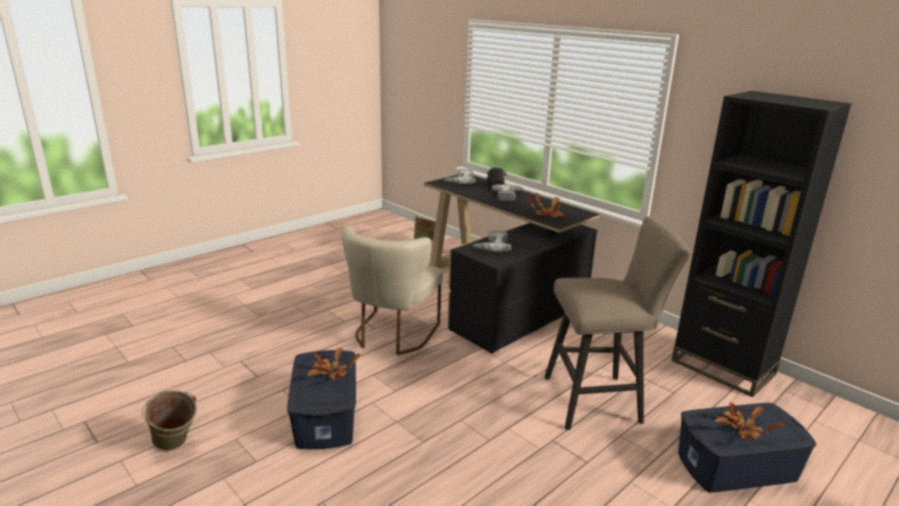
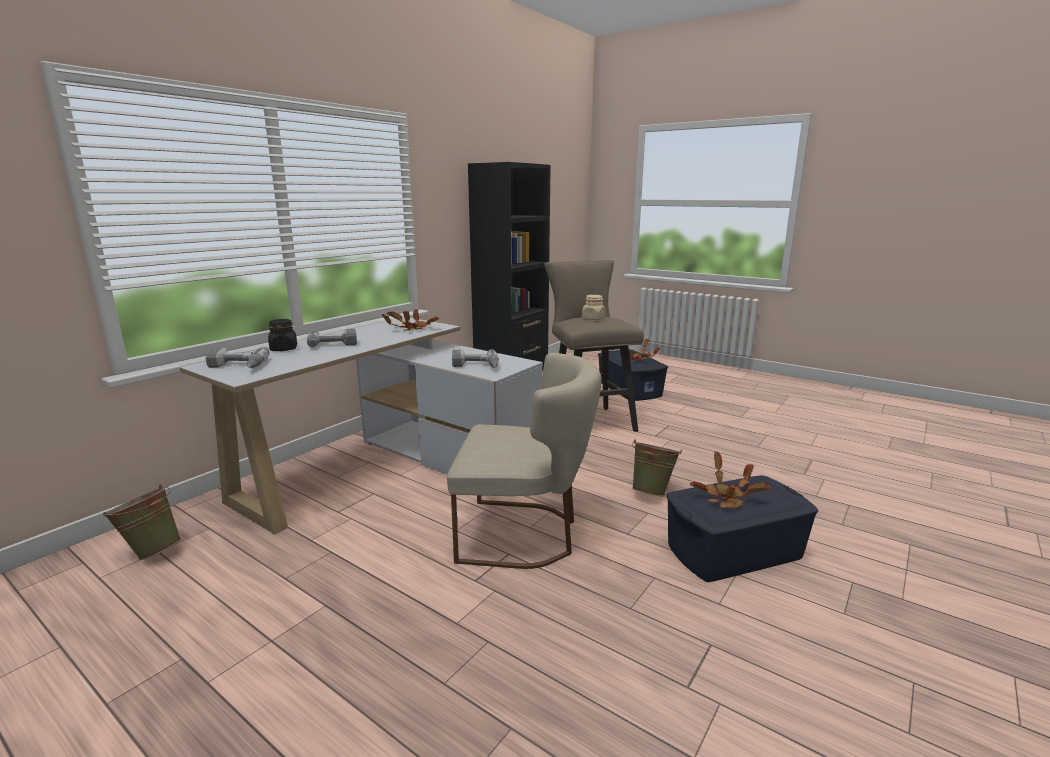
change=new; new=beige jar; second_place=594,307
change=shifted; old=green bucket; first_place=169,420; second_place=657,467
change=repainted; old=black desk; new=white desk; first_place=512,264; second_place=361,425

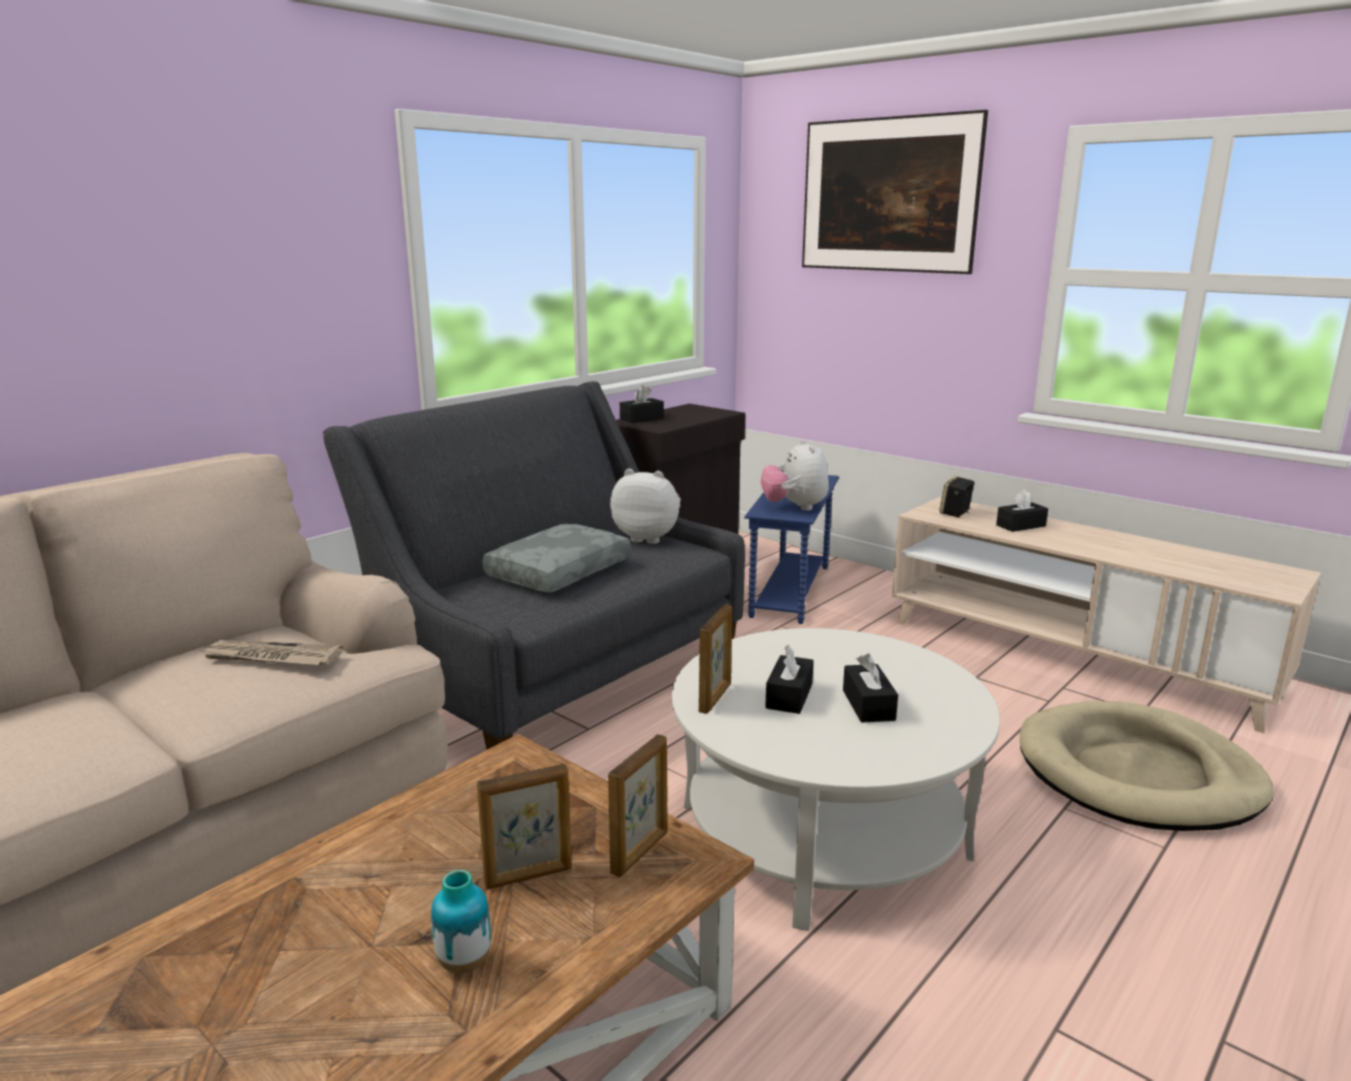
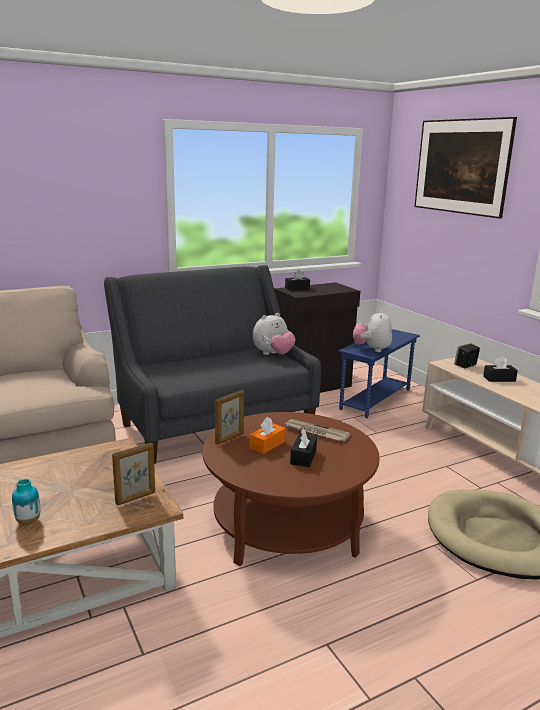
change=gone; old=picture frame; first_place=524,827
change=gone; old=grey pillow; first_place=556,558
change=shifted; old=newspaper; first_place=271,652; second_place=317,430
change=repainted; old=white coffee table; new=brown coffee table; first_place=836,779; second_place=291,489
change=repainted; old=black tissue box; new=orange tissue box; first_place=789,679; second_place=267,435
change=rotated; old=plush toy; first_place=645,506; second_place=274,334; degrees=105

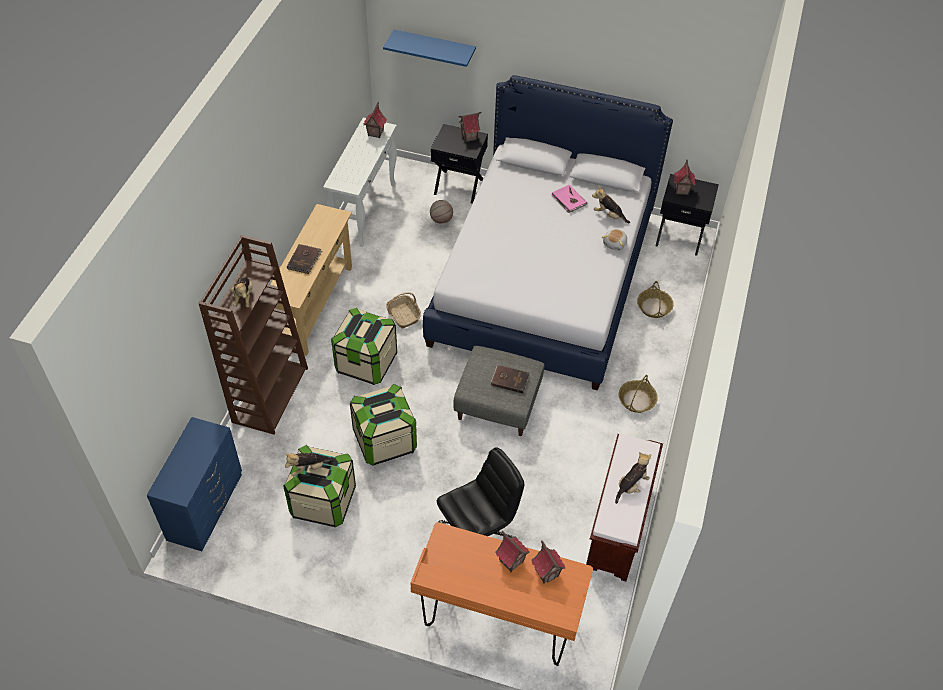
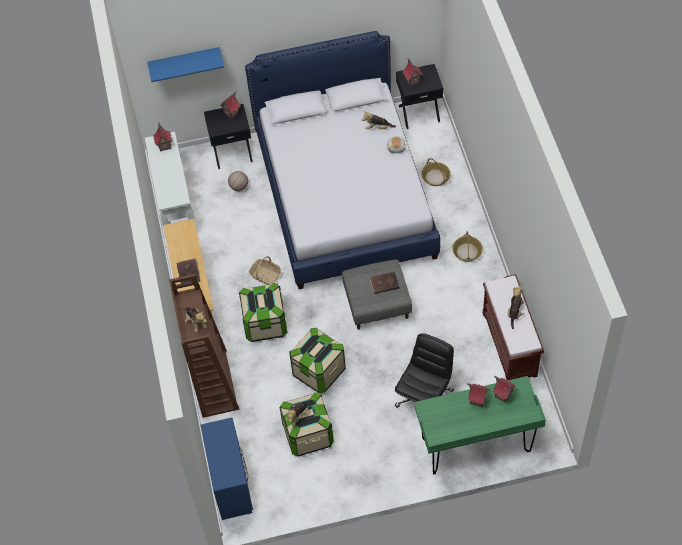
change=gone; old=pink book; first_place=569,199
change=repainted; old=orange desk; new=green desk; first_place=502,594; second_place=480,425

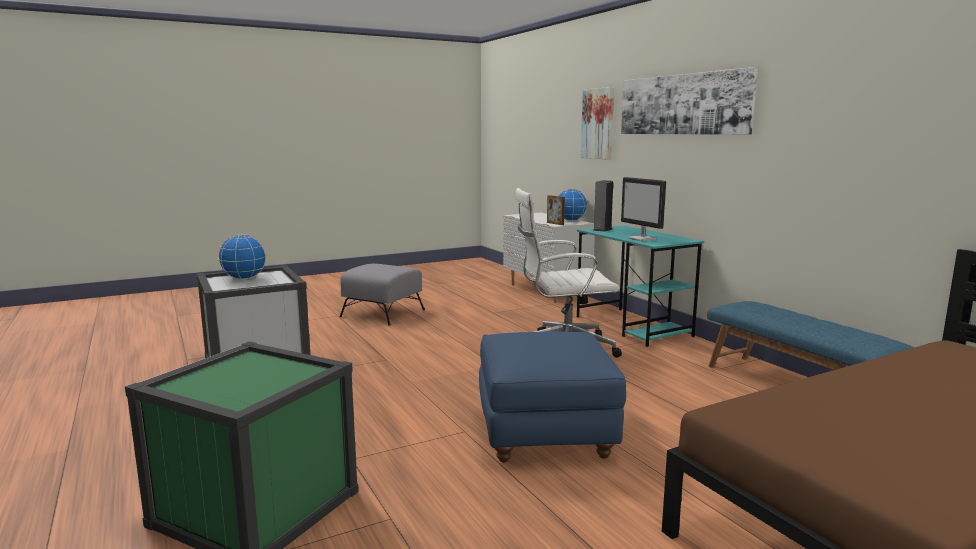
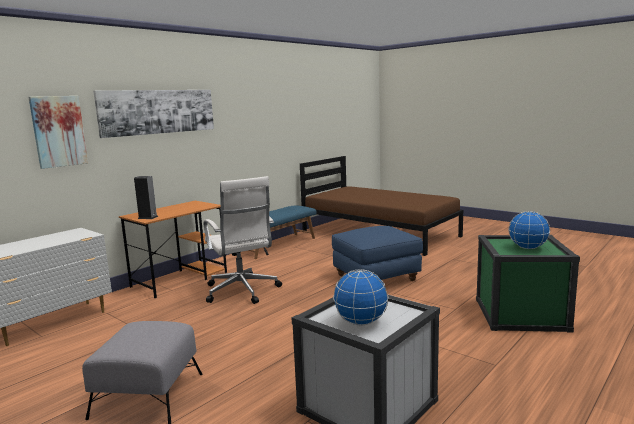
change=gone; old=picture frame; first_place=556,210
change=gone; old=monitor; first_place=643,209
change=shifted; old=globe; first_place=573,205; second_place=529,230
change=repainted; old=turquoise desk; new=orange desk; first_place=640,286; second_place=173,249

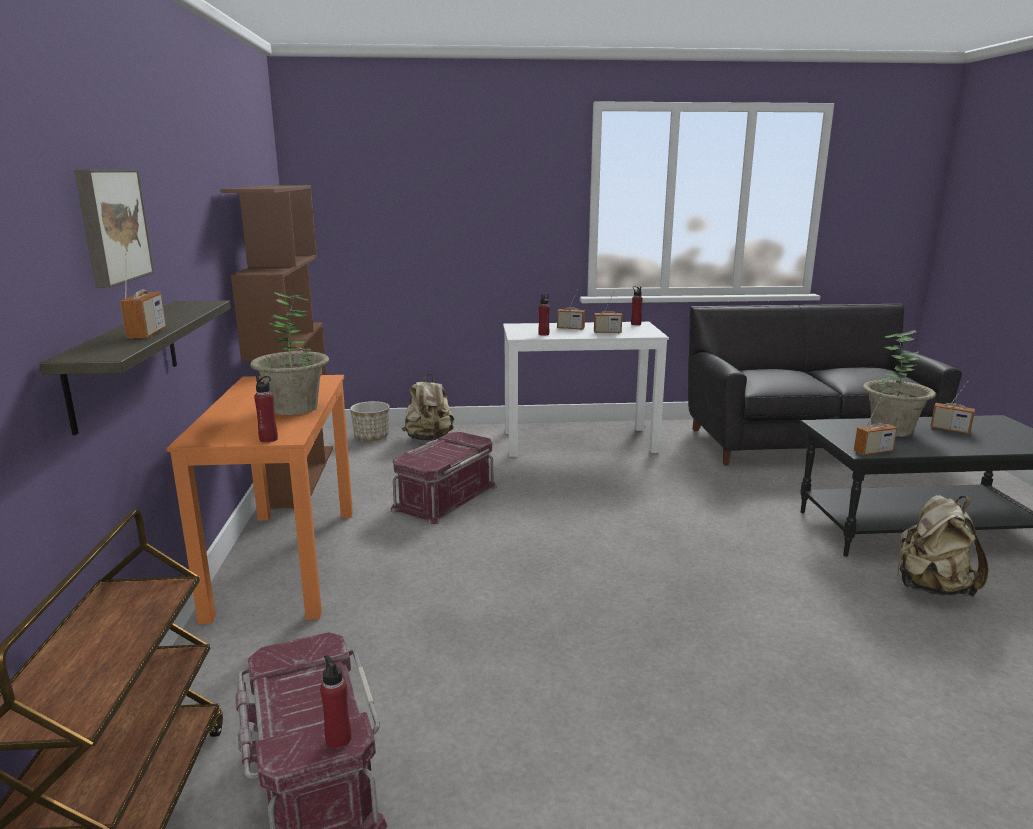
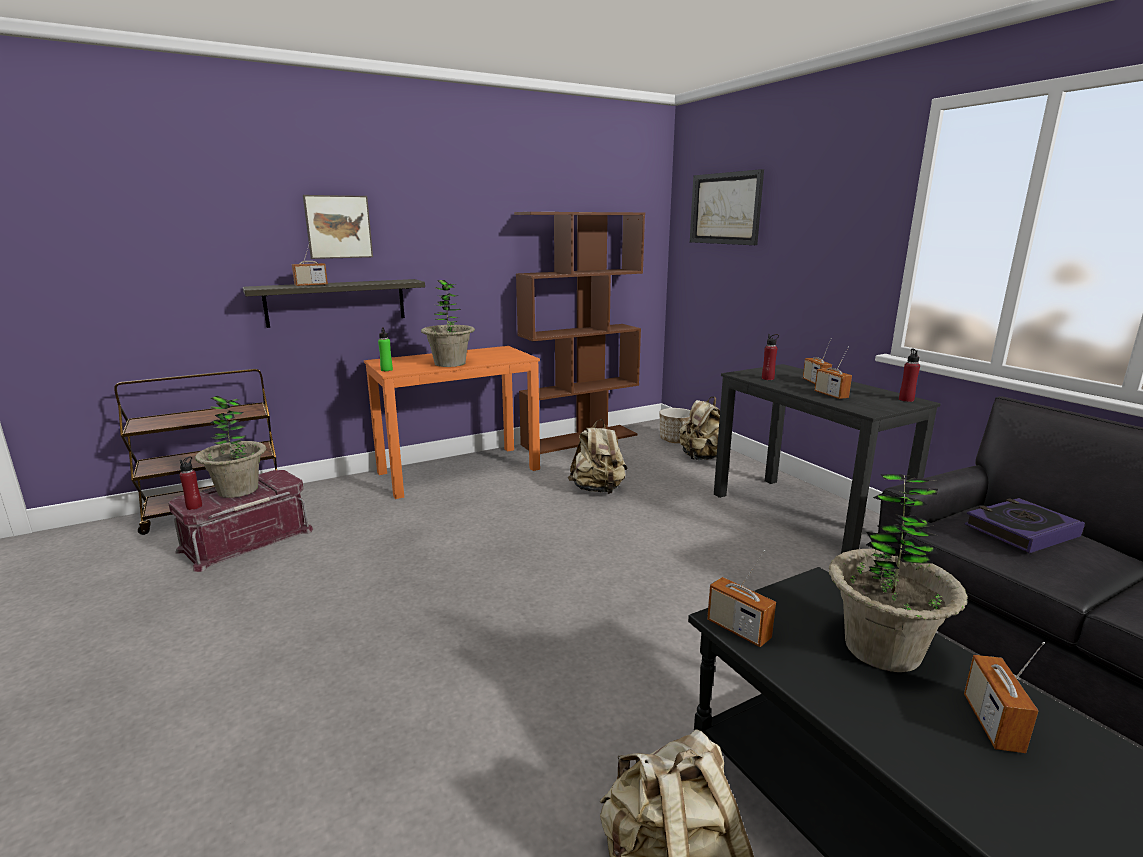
change=new; new=potted plant; second_place=230,447
change=new; new=picture; second_place=727,207
change=new; new=book; second_place=1025,525
change=swapped; old=red storage box; new=beige backpack; first_place=444,478; second_place=598,456
change=repainted; old=red bottle; new=green bottle; first_place=266,409; second_place=385,349
change=repainted; old=white desk; new=black desk; first_place=586,389; second_place=827,459

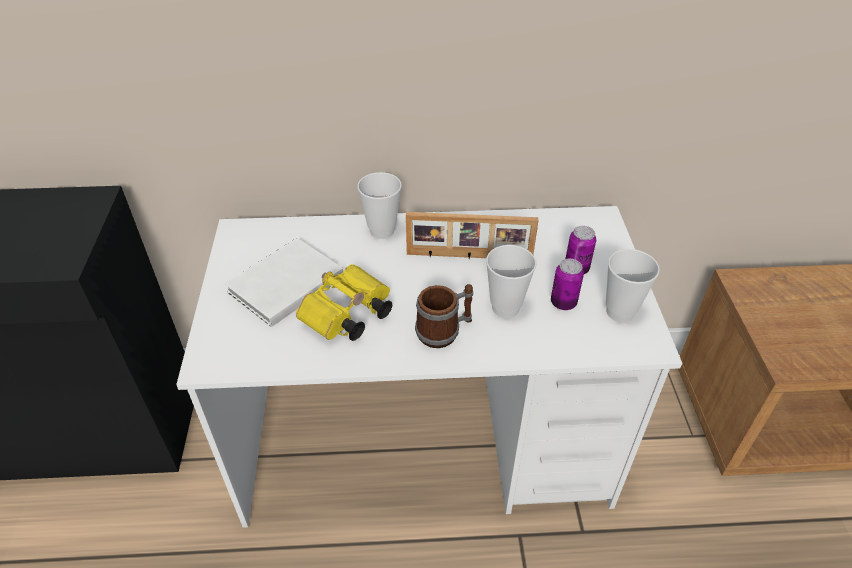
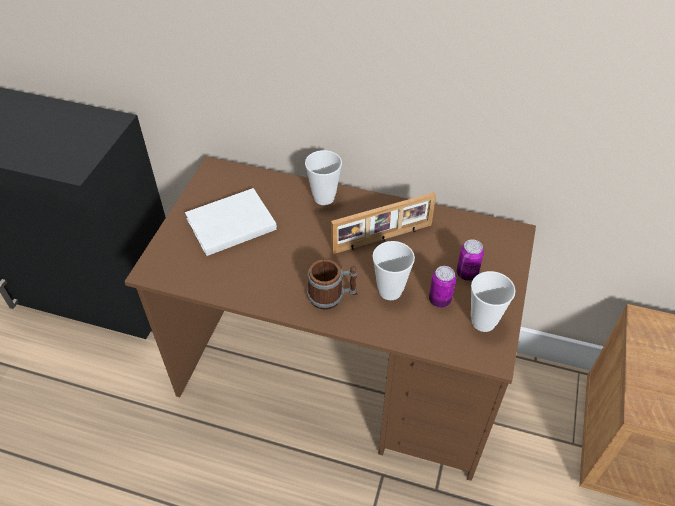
change=gone; old=yellow binoculars; first_place=344,302
change=repainted; old=white desk; new=brown desk; first_place=429,367; second_place=330,318
change=rotated; old=picture frame; first_place=472,235; second_place=383,223; degrees=-45

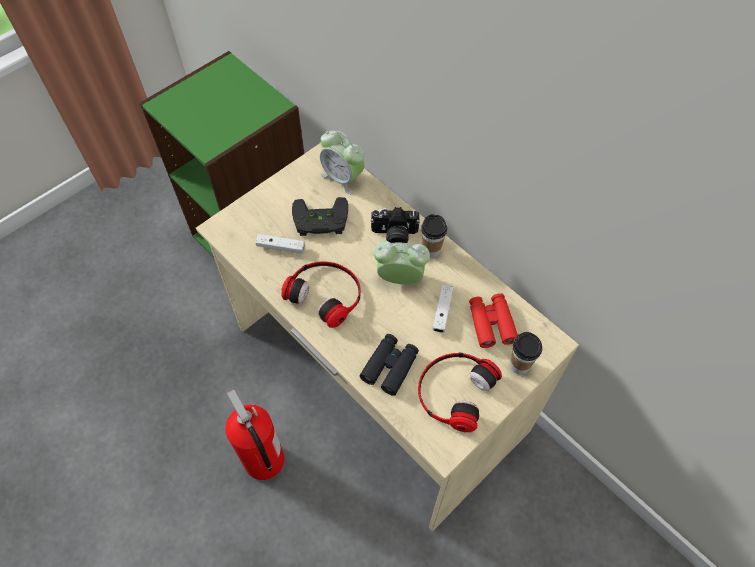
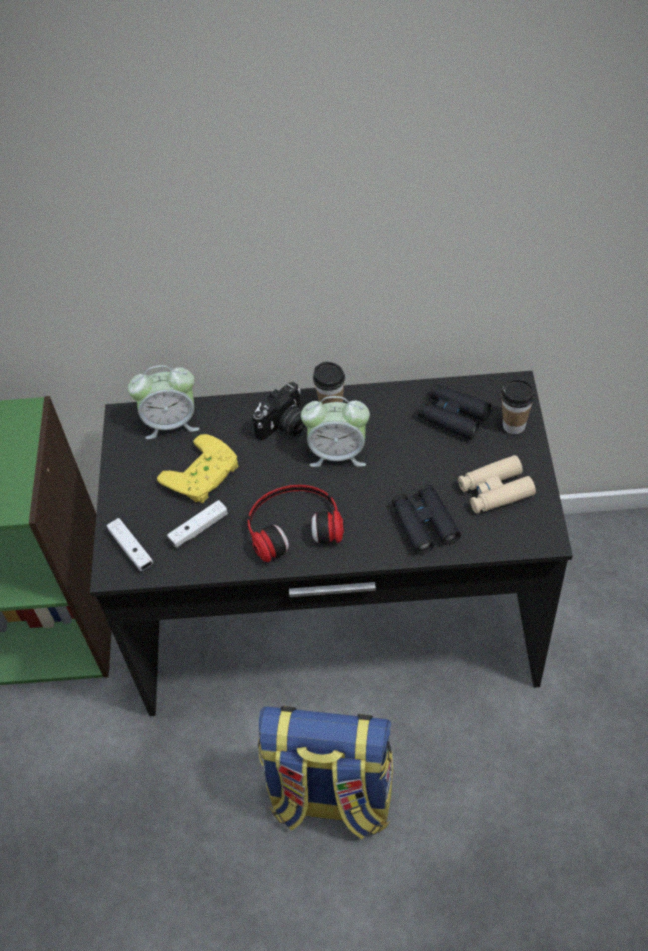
change=shifted; old=white game controller; first_place=443,309; second_place=130,544
change=swapped; old=fire extinguisher; new=backpack; first_place=254,434; second_place=325,772
change=swapped; old=headphones; new=beige binoculars; first_place=460,392; second_place=497,484
change=repainted; old=beige desk; new=black desk; first_place=387,337; second_place=331,543
change=repainted; old=black game controller; new=yellow game controller; first_place=320,216; second_place=197,468
change=repainted; old=red binoculars; new=black binoculars; first_place=493,320; second_place=454,412
change=rotated; old=alarm clock; first_place=401,262; second_place=335,431; degrees=-135

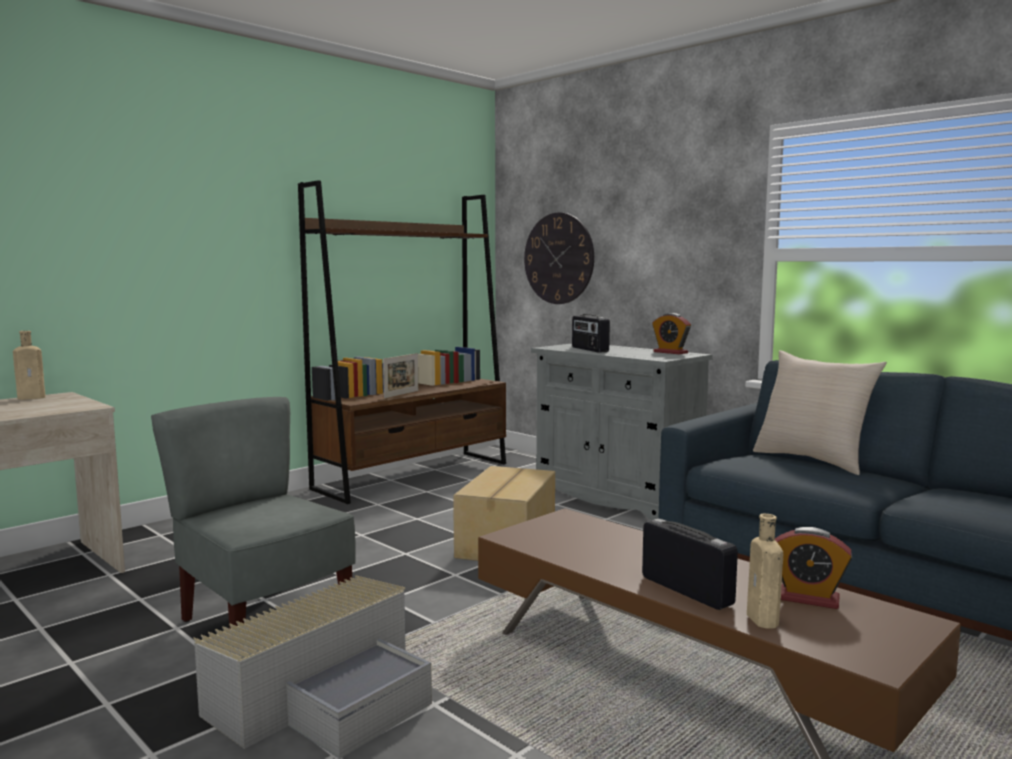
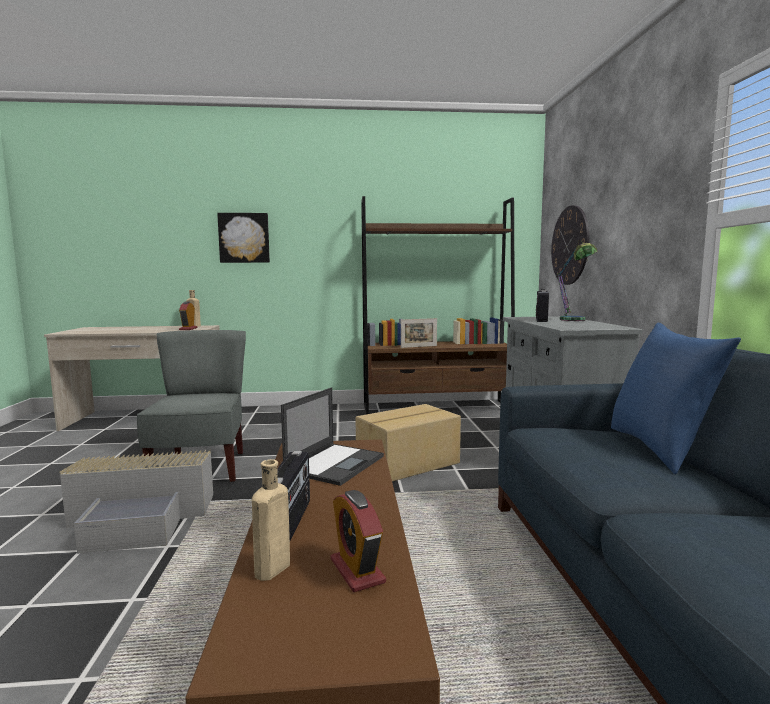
change=new; new=picture; second_place=243,238
change=new; new=laptop; second_place=332,436
change=new; new=table lamp; second_place=576,280
change=shifted; old=alarm clock; first_place=671,333; second_place=188,316
change=repainted; old=beige pillow; new=blue pillow; first_place=820,412; second_place=676,398

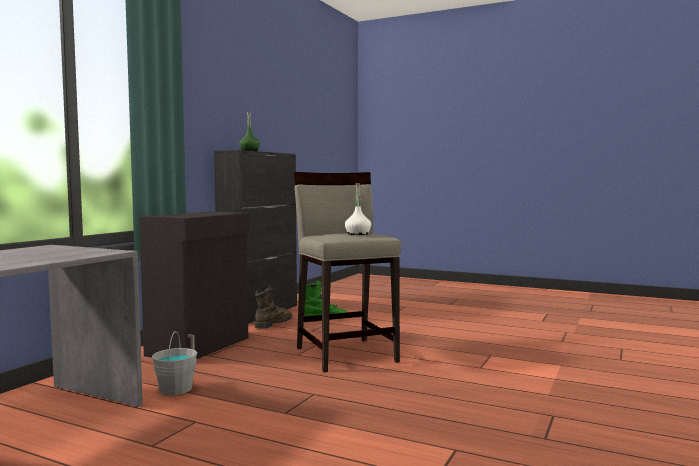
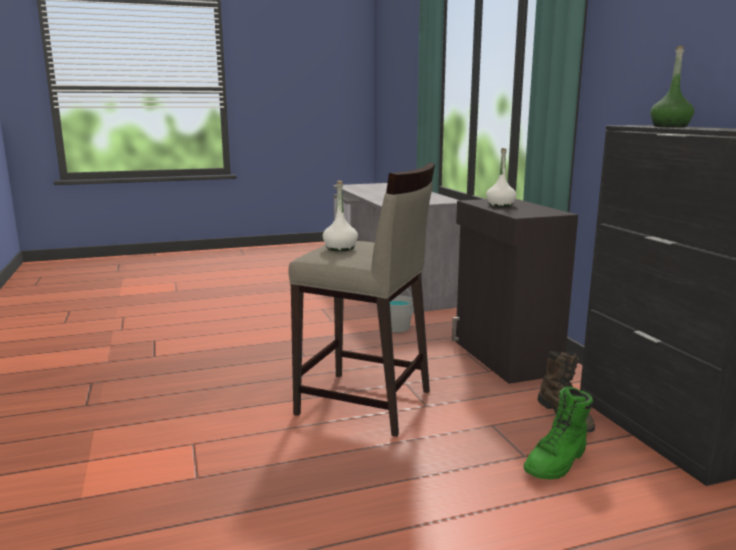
change=new; new=white bottle; second_place=501,177

